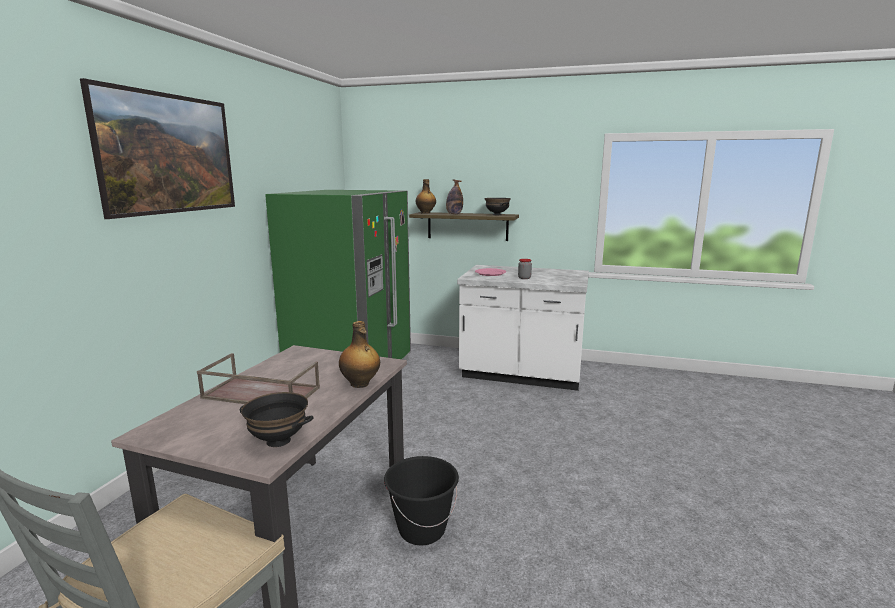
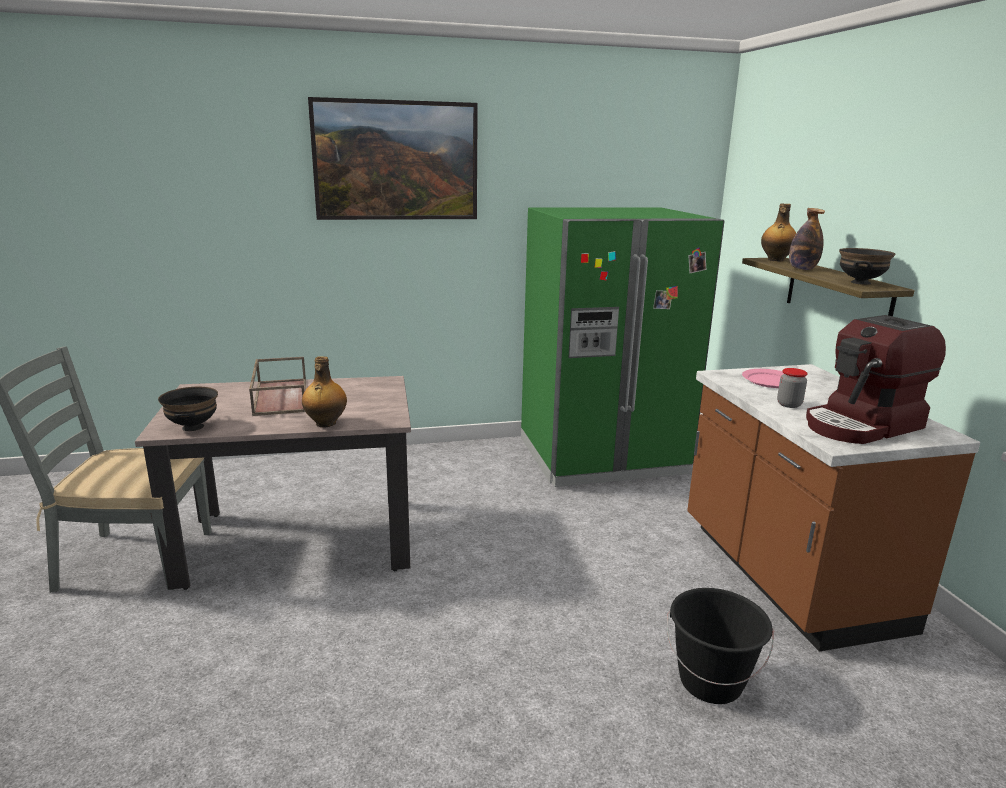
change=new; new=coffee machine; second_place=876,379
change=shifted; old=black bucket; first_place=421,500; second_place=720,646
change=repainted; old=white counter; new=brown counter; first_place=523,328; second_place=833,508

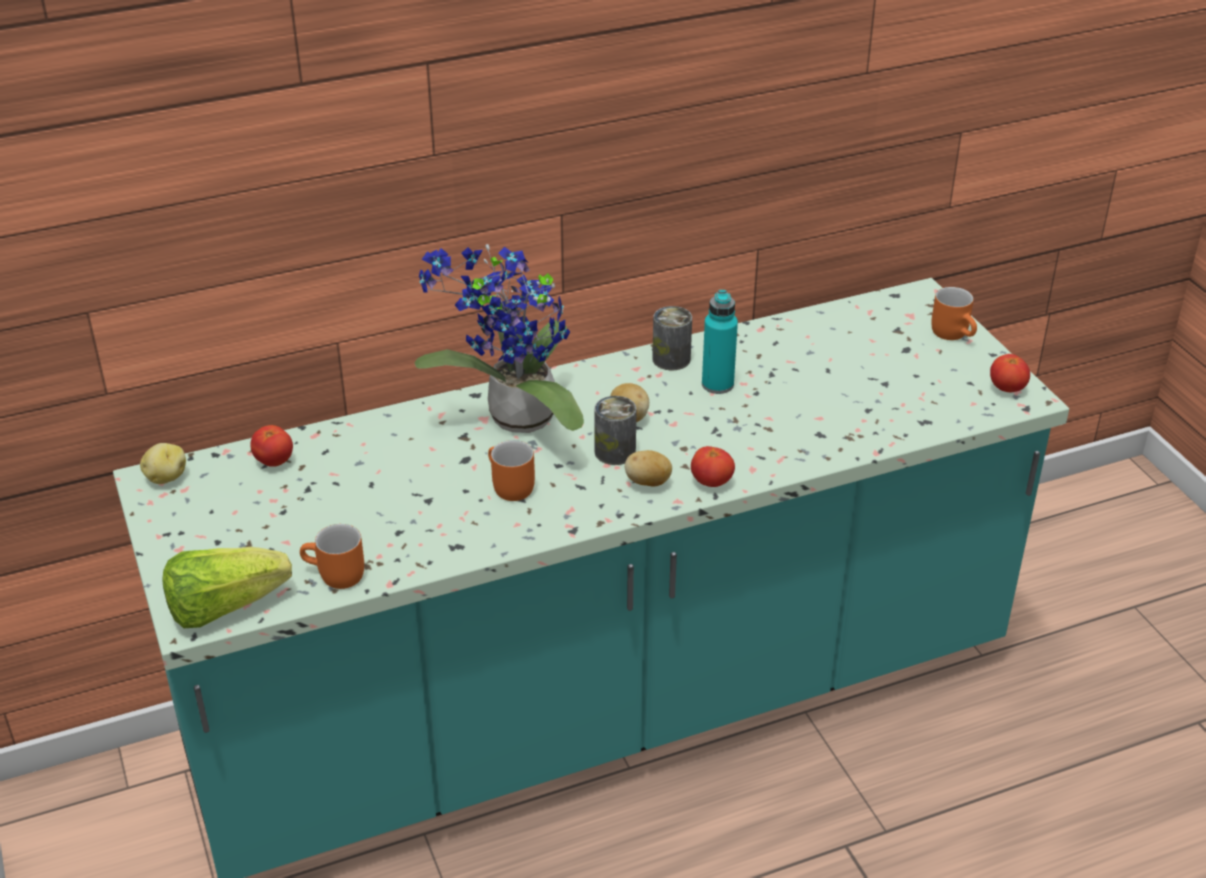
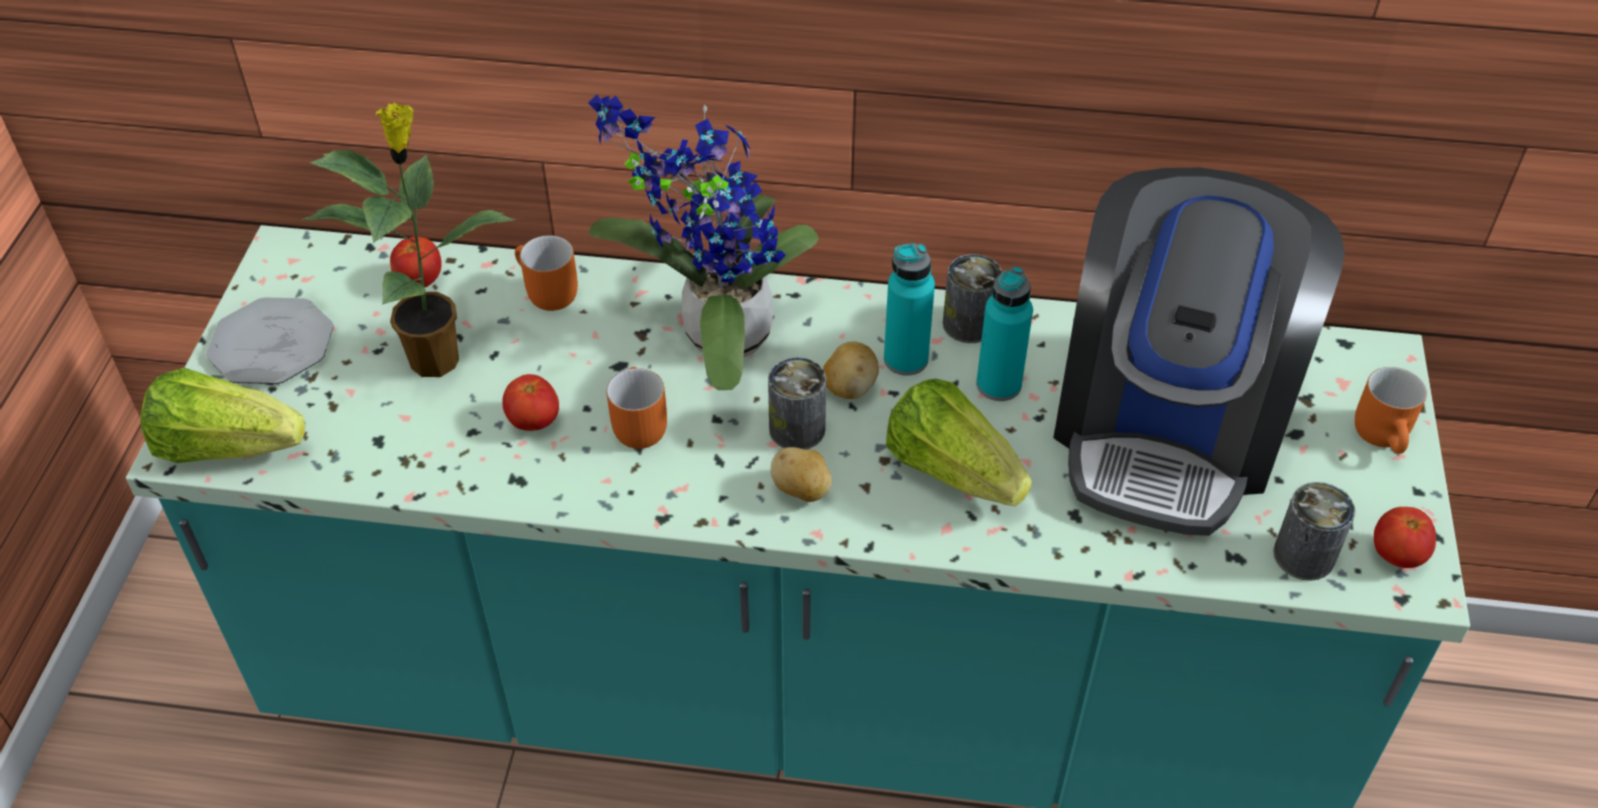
change=gone; old=potato; first_place=163,463
change=new; new=plate; second_place=270,340
change=new; new=potted plant; second_place=409,240
change=new; new=turquoise bottle; second_place=909,309
change=new; new=lettuce; second_place=959,442
change=new; new=coffee machine; second_place=1199,352
change=new; new=can; second_place=1314,531
change=shifted; old=orange mug; first_place=332,556; second_place=546,273
change=shifted; old=tomato; first_place=713,466; second_place=530,402

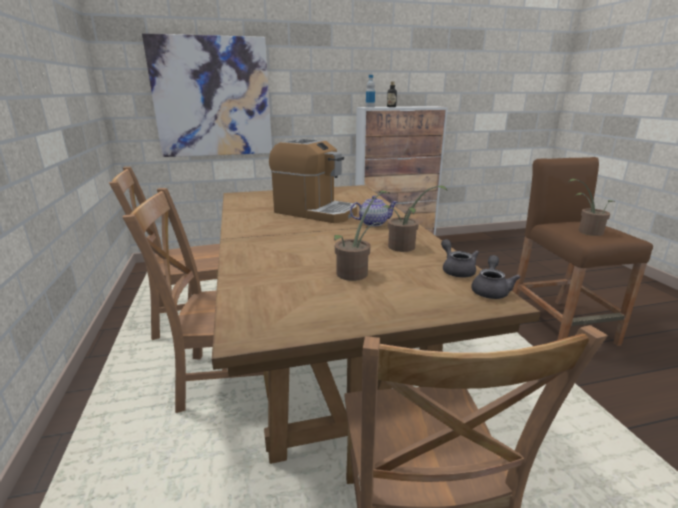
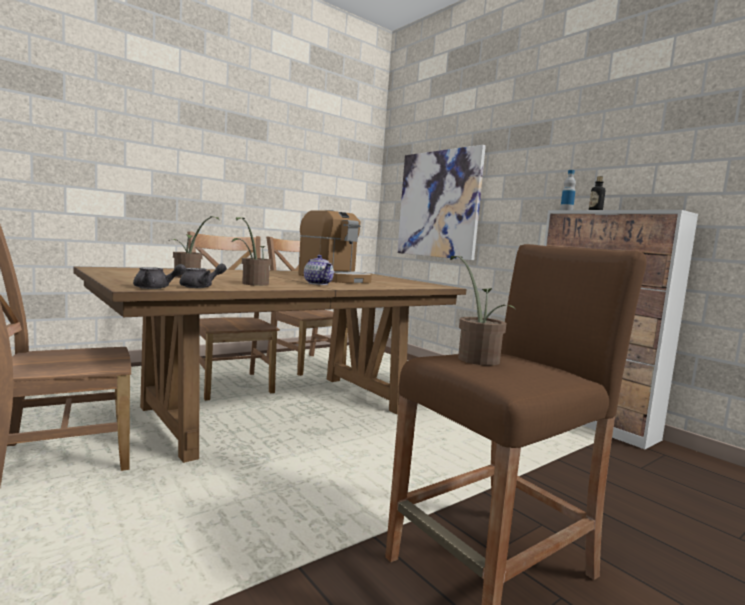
change=rotated; old=coffee machine; first_place=313,181; second_place=335,246; degrees=-45

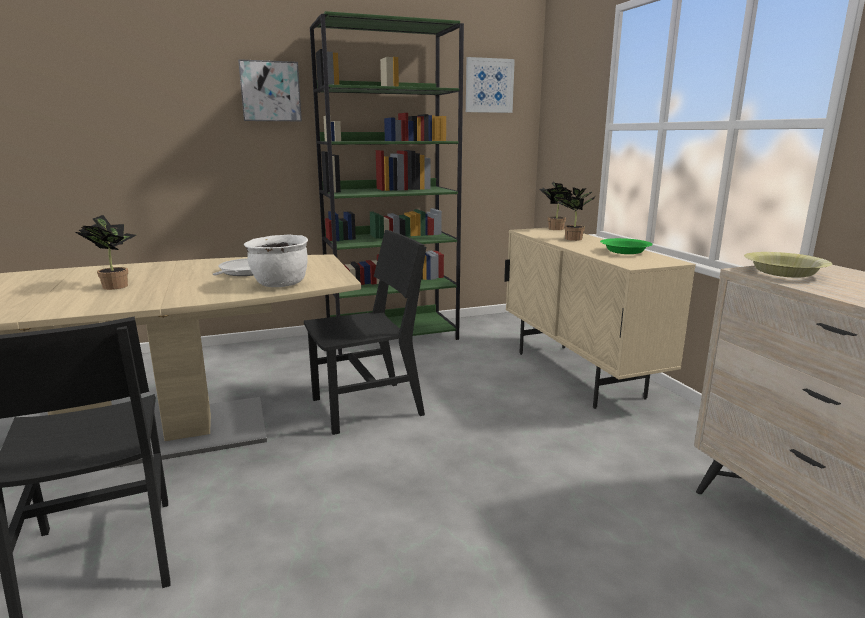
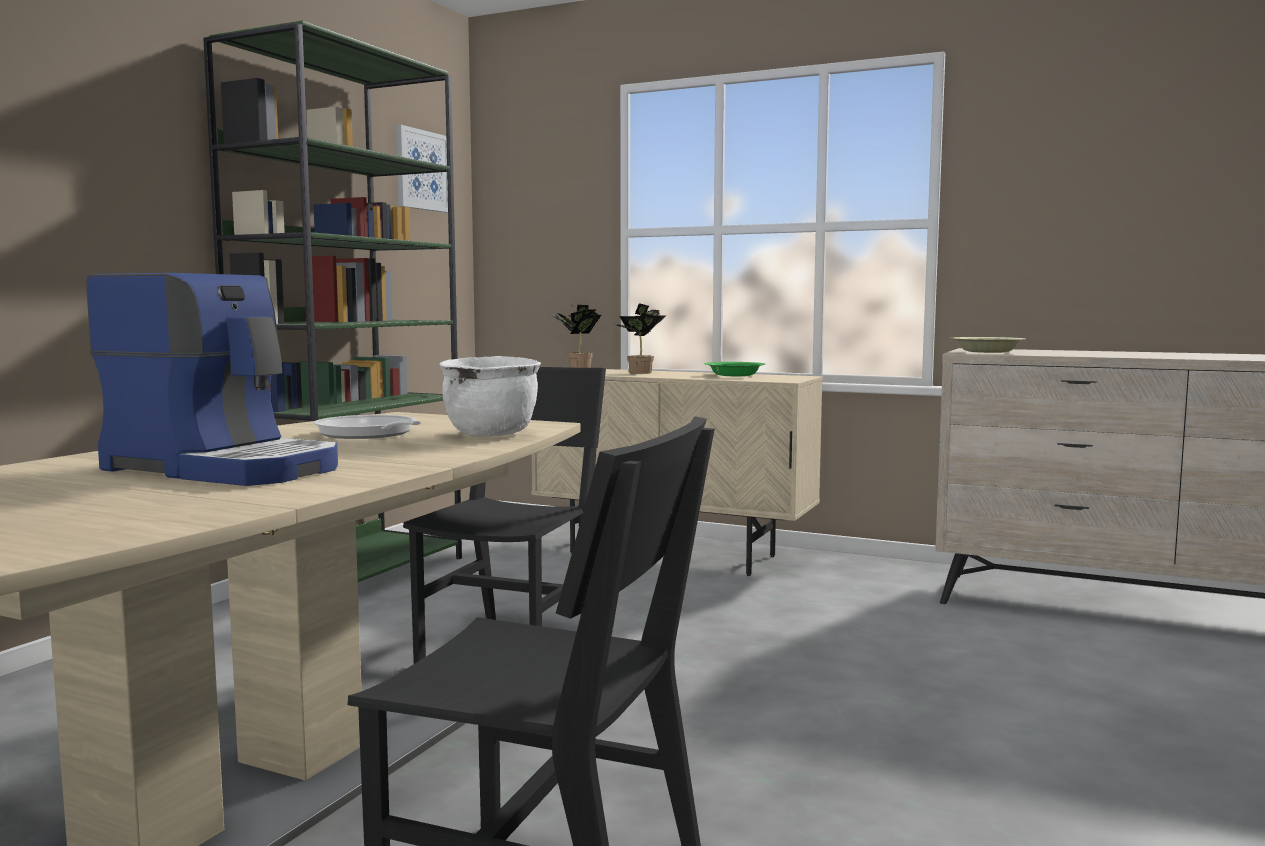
change=gone; old=picture; first_place=270,90
change=swapped; old=potted plant; new=coffee machine; first_place=105,252; second_place=212,379

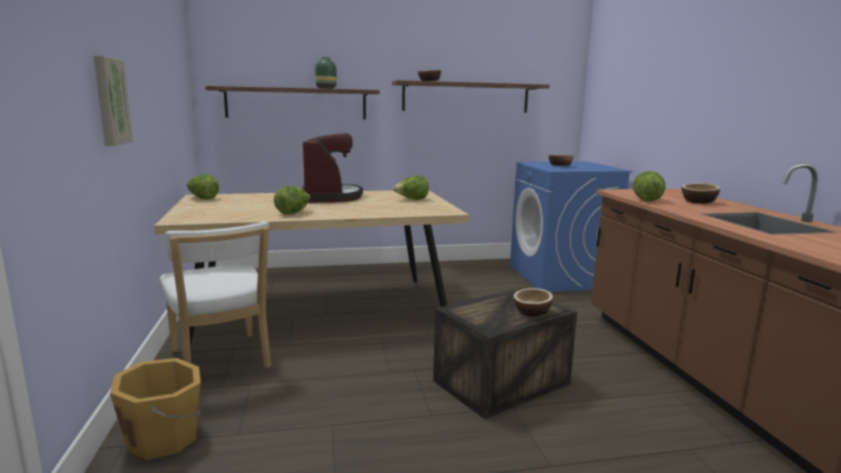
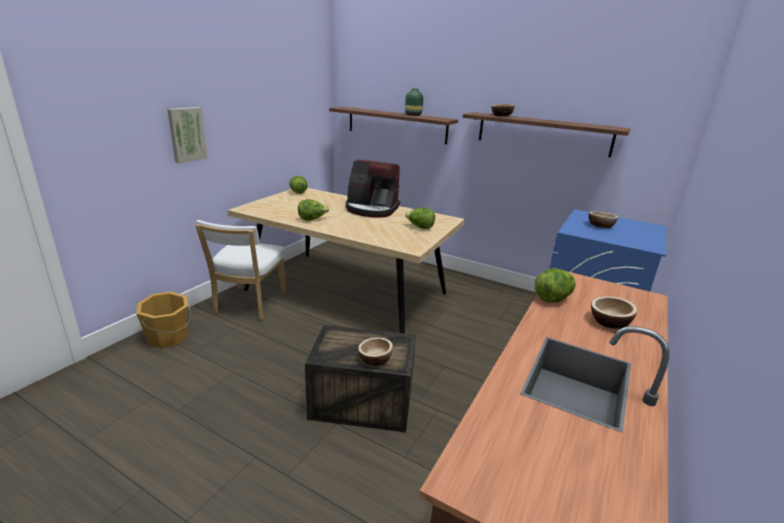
change=rotated; old=coffee machine; first_place=332,168; second_place=373,189; degrees=75

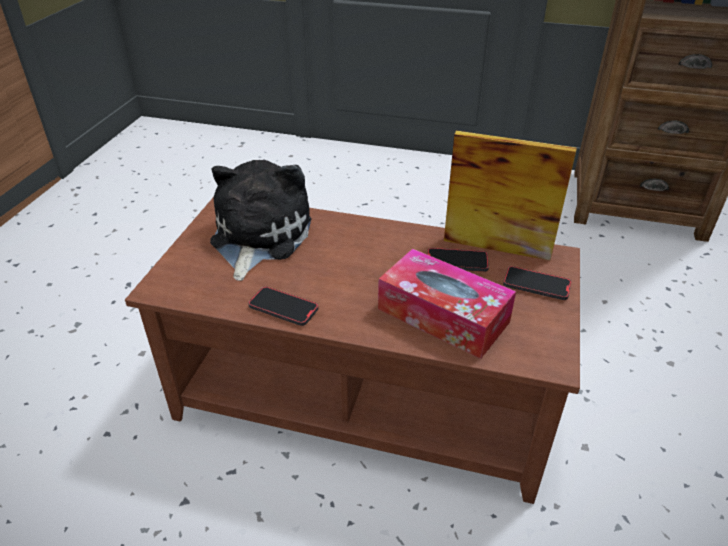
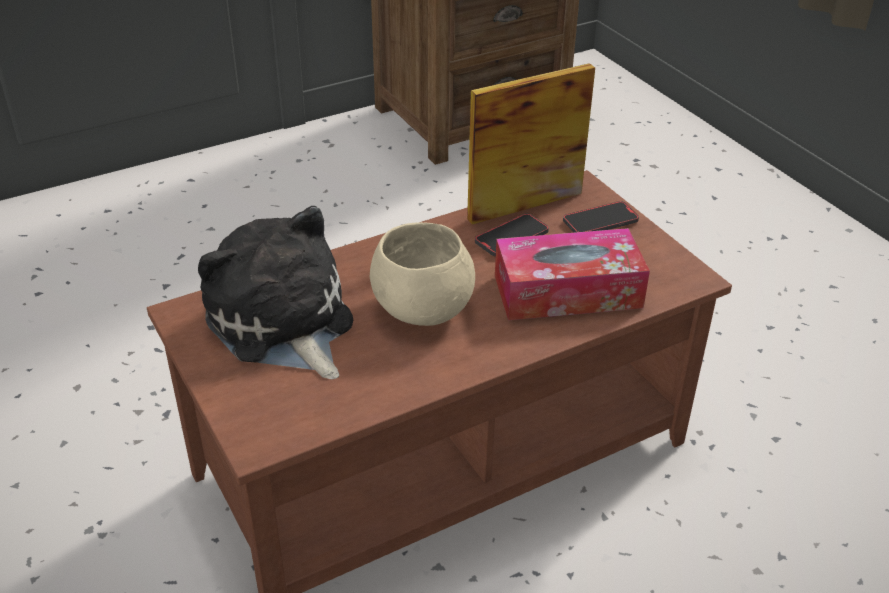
change=gone; old=phone; first_place=283,306
change=new; new=beige bowl; second_place=422,274

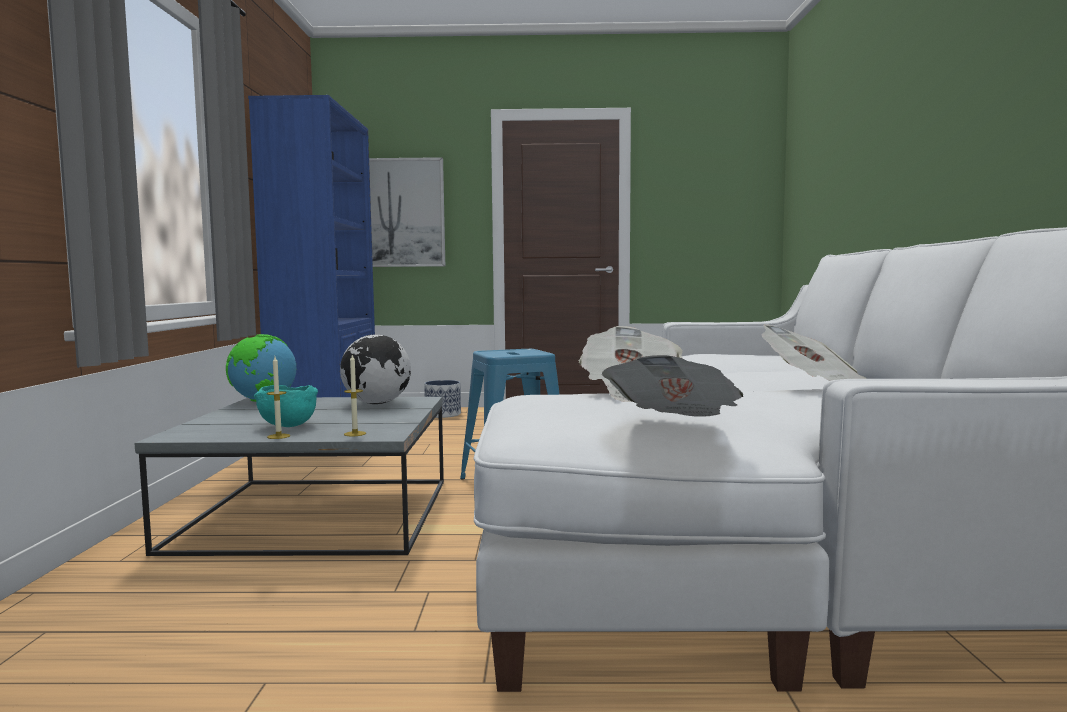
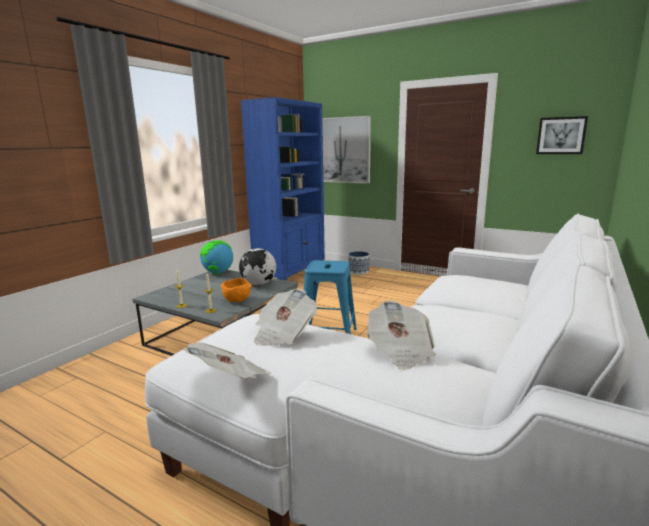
change=gone; old=turquoise bowl; first_place=286,406
change=new; new=orange bowl; second_place=235,290
change=new; new=picture; second_place=562,135

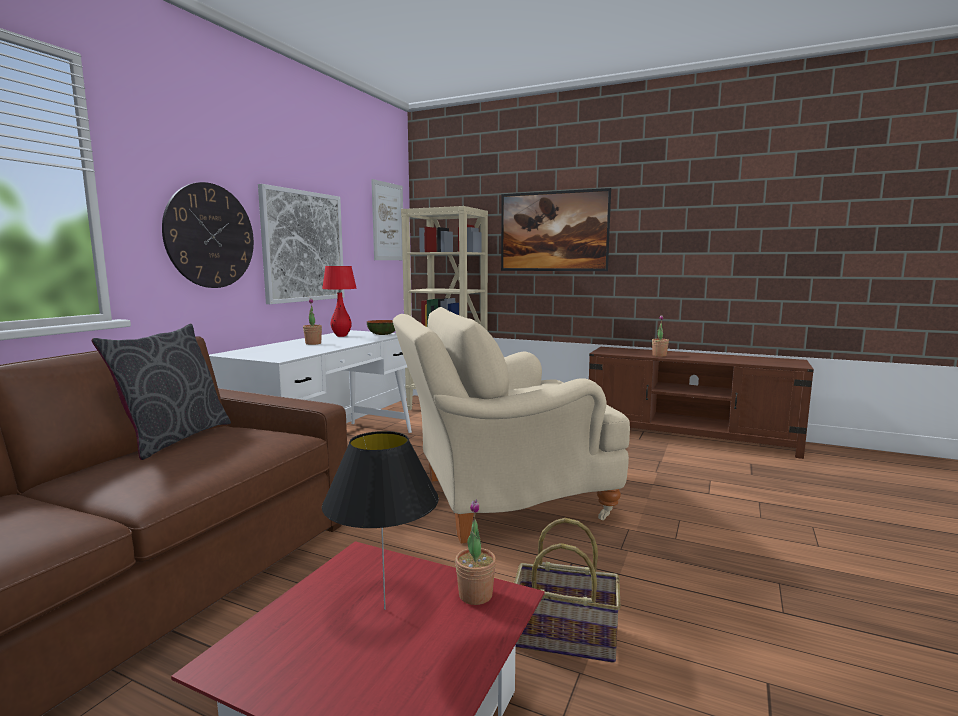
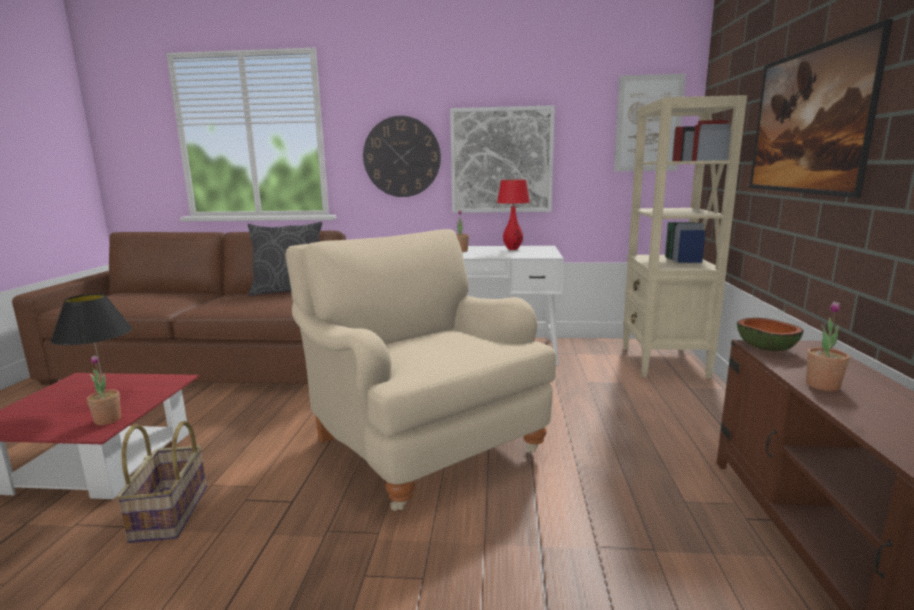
change=shifted; old=bowl; first_place=381,327; second_place=770,334

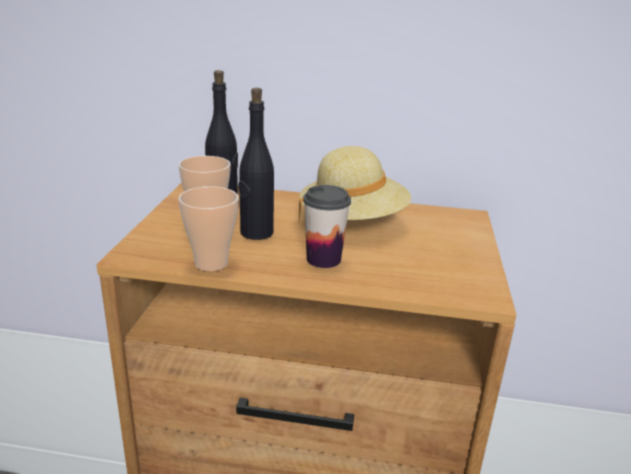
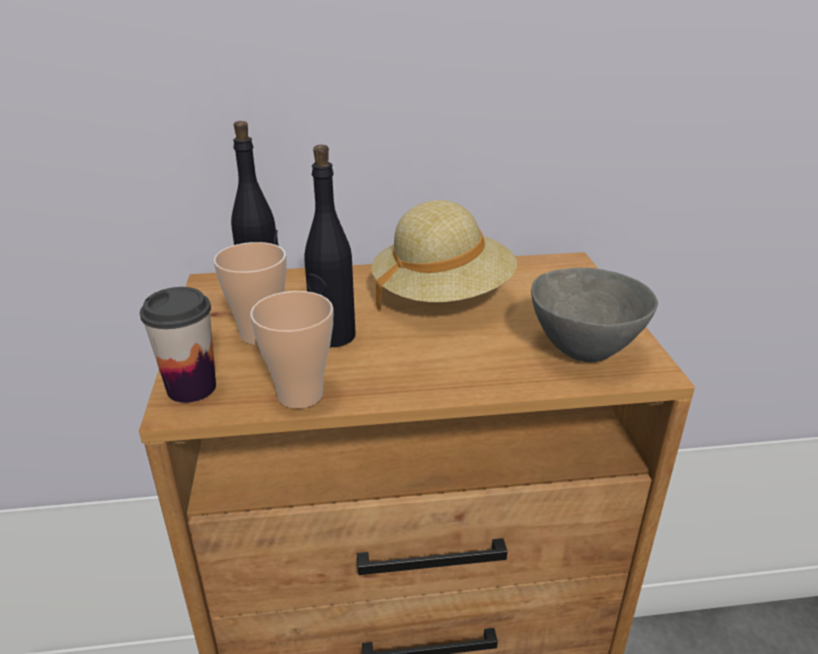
change=new; new=grey bowl; second_place=594,315
change=shifted; old=cup; first_place=327,226; second_place=178,345

